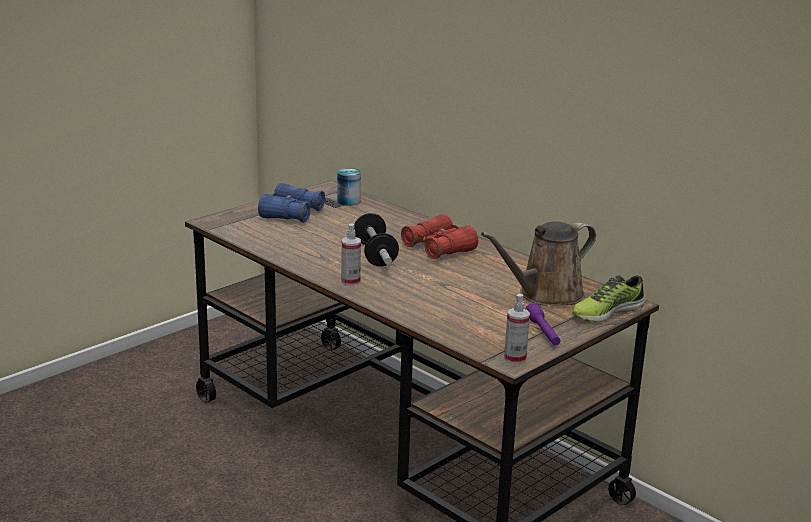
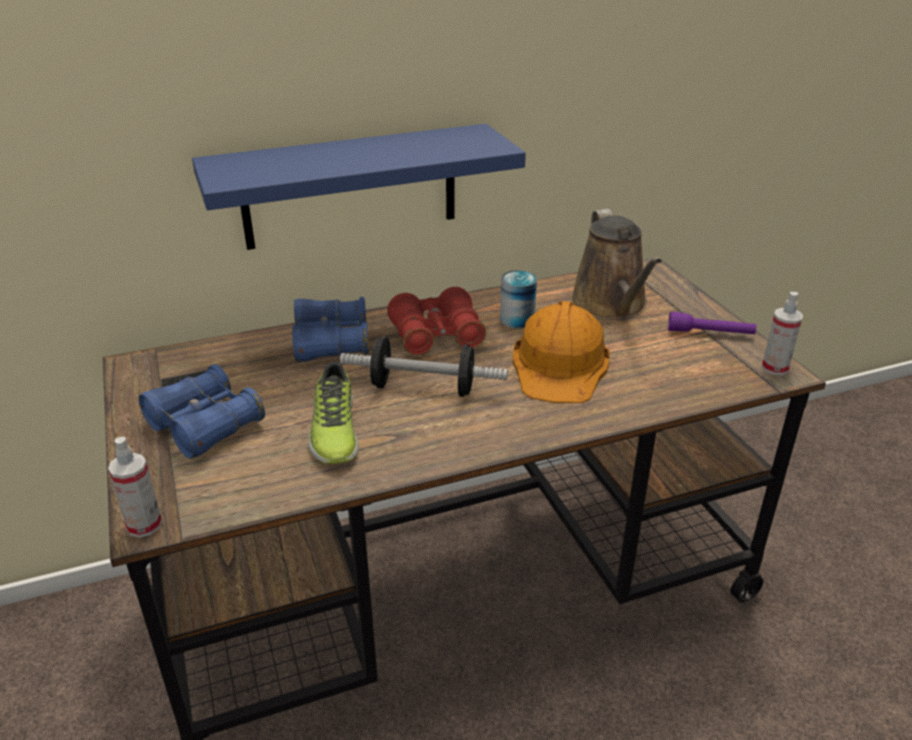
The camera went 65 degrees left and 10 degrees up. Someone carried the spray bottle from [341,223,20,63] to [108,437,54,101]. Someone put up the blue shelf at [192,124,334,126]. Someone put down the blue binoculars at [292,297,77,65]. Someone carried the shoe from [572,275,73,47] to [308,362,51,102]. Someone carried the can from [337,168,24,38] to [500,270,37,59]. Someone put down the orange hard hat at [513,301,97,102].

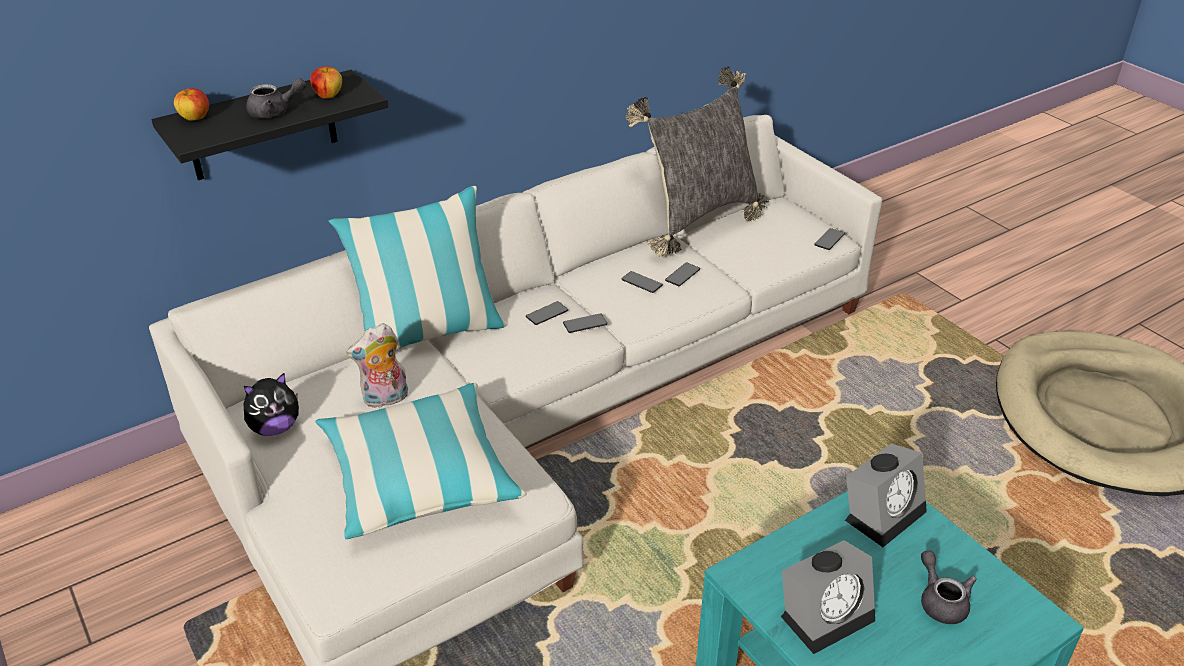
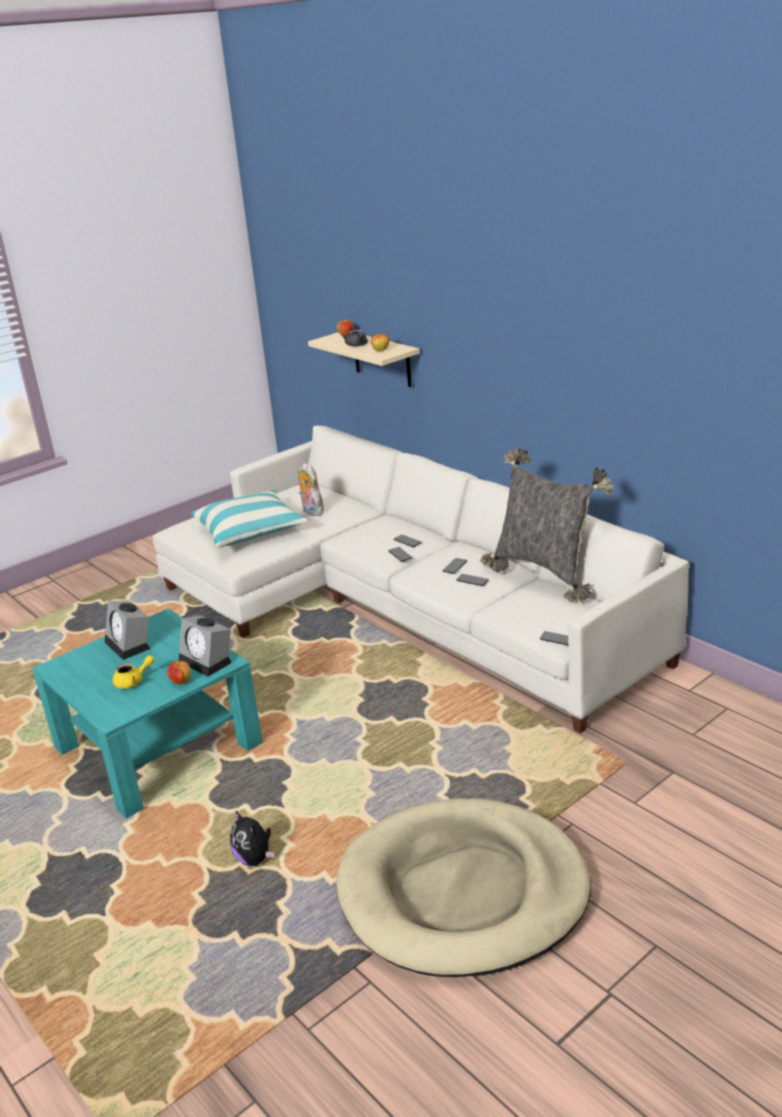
The camera went 85 degrees right and 10 degrees down. Someone repainted the grey teapot at [921,550,56,74], which became the yellow teapot at [113,655,42,34]. Someone put down the apple at [167,661,24,24]. Someone carried the plush toy from [243,373,56,63] to [230,810,44,56]. Someone repainted the black shelf at [152,70,236,110], which became the beige shelf at [308,332,112,55]. Someone took away the pillow at [328,186,179,164].

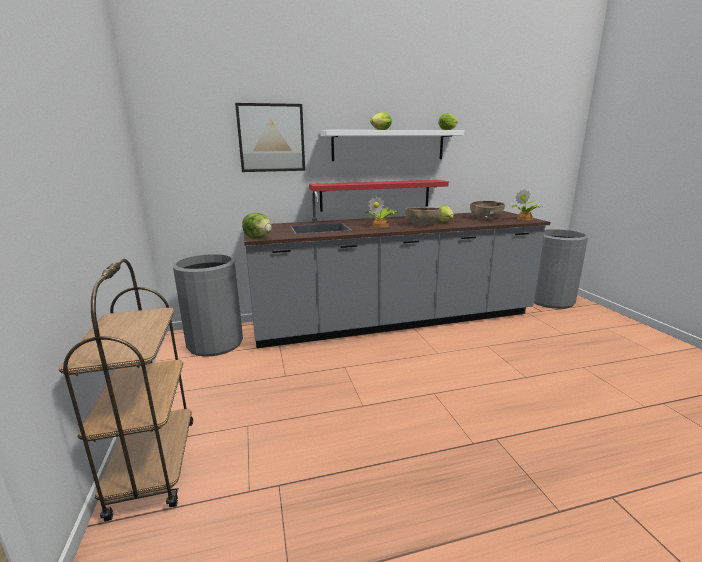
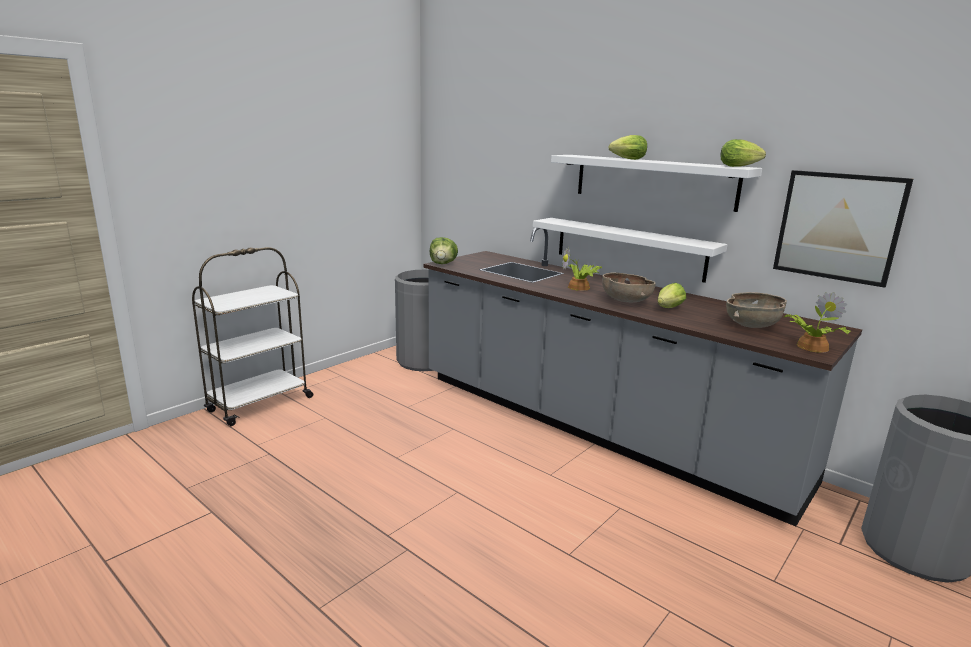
The camera went 55 degrees right and 0 degrees up. Someone repainted the brown cart at [59,259,134,263], which became the white cart at [192,247,121,179]. Someone repainted the red shelf at [309,180,140,32], which became the white shelf at [533,218,195,65]. Someone carried the picture from [235,103,70,69] to [773,170,140,118].

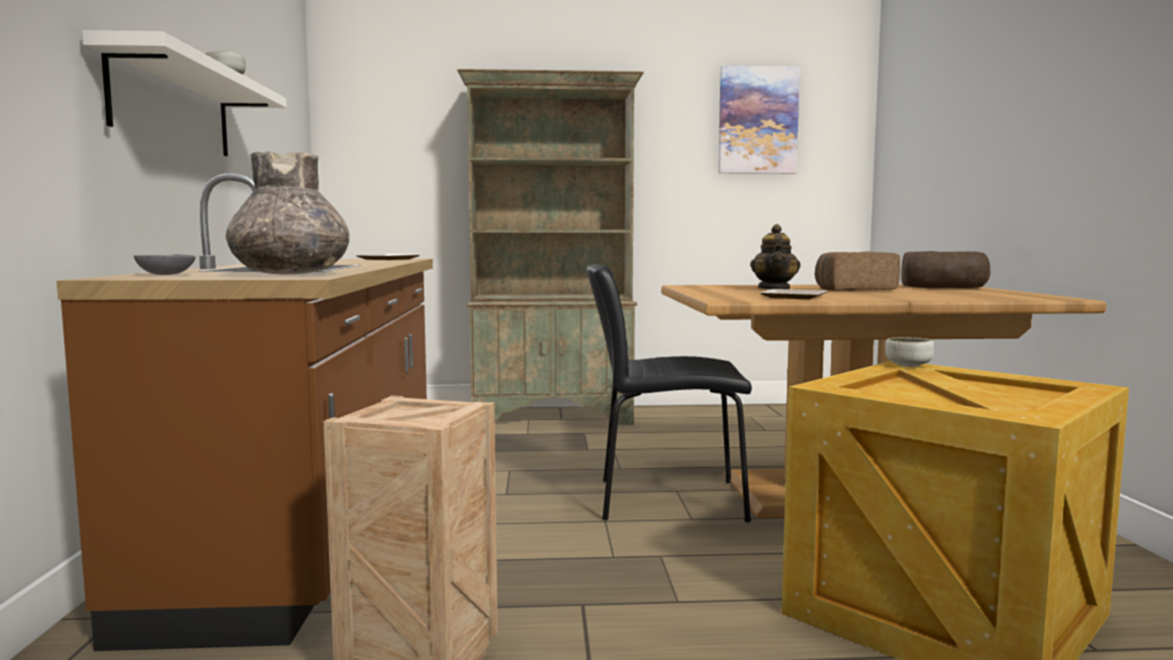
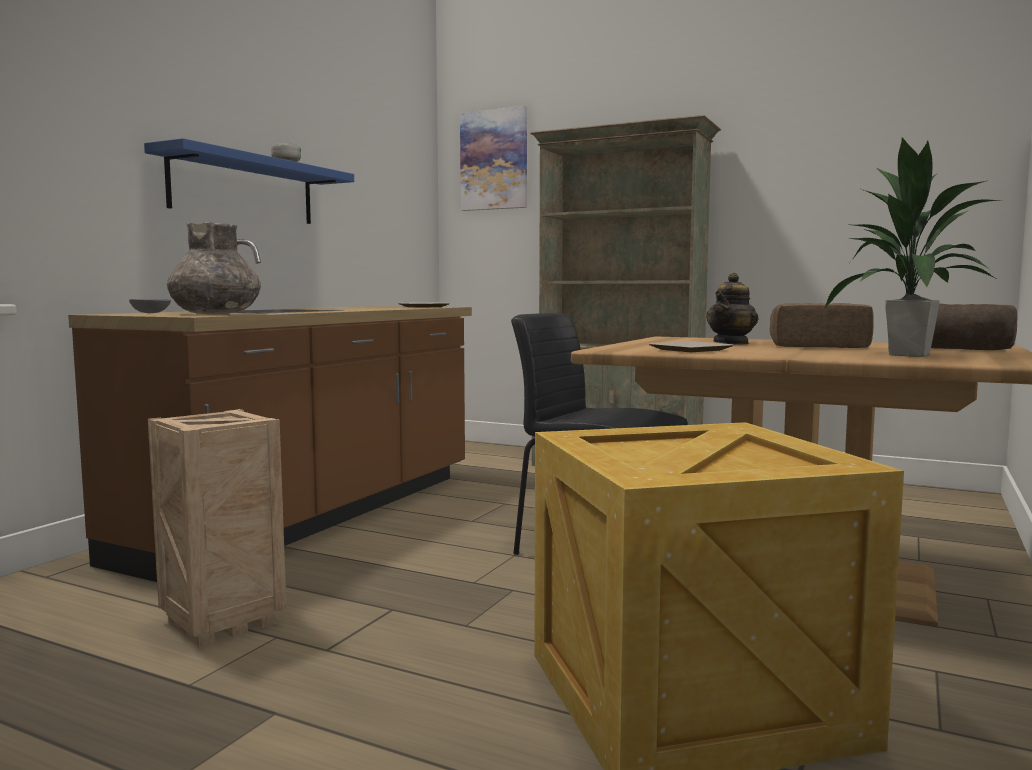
The camera went 30 degrees right and 0 degrees up. Someone repainted the white shelf at [82,30,205,126], which became the blue shelf at [144,138,210,86]. Someone carried the picture from [718,66,82,108] to [460,106,67,105]. Someone put down the potted plant at [823,137,176,220]. Someone took away the bowl at [885,337,49,30].

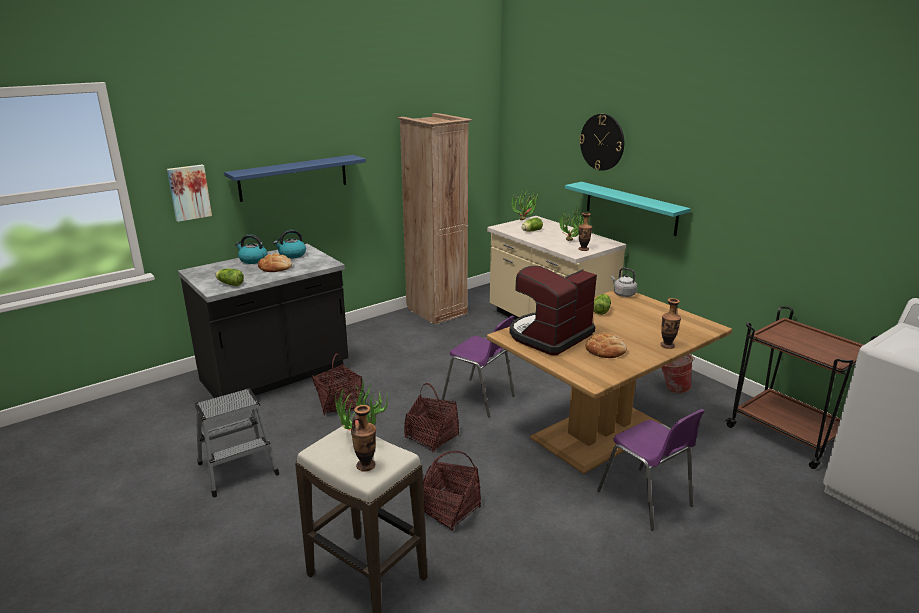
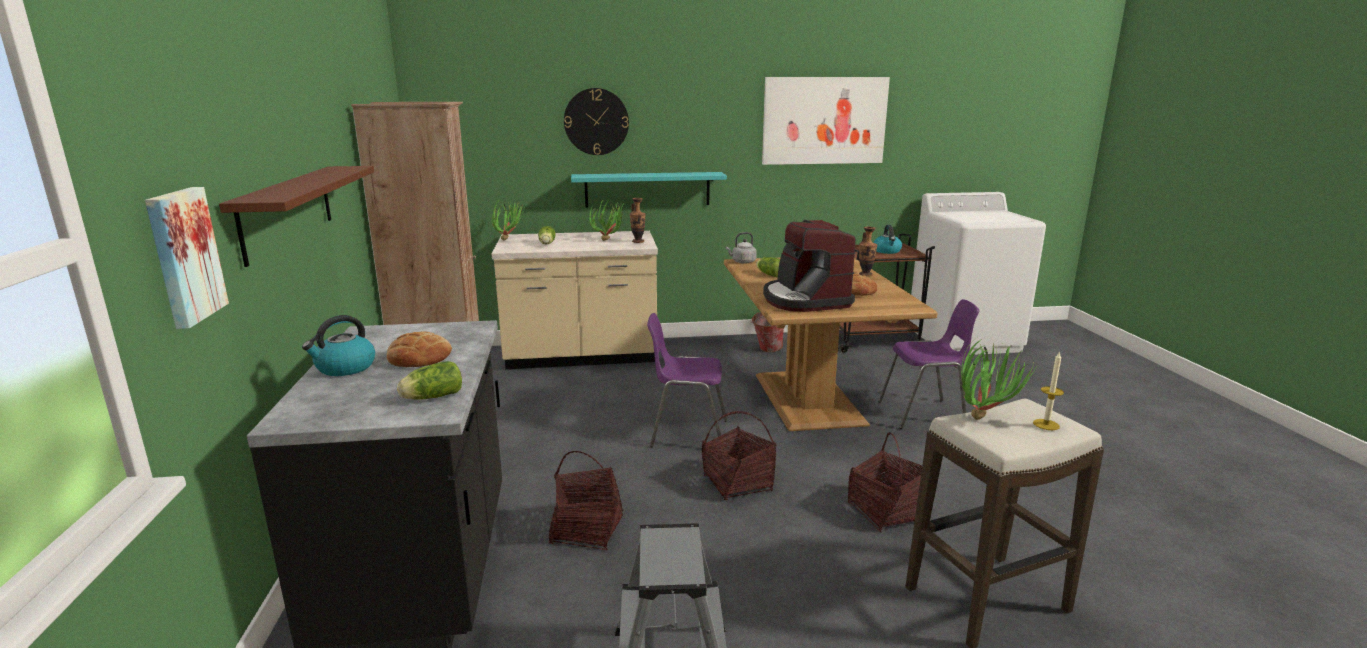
The camera went 60 degrees left and 5 degrees down. Someone repainted the blue shelf at [224,155,142,47], which became the brown shelf at [219,166,155,101]. Someone rotated the purple chair at [442,315,73,102] by 150 degrees counterclockwise. Someone put up the picture at [762,77,128,88]. Someone carried the kettle from [273,230,33,29] to [874,225,28,29]. Someone swapped the vase at [351,405,25,67] for the candle at [1033,351,31,79].

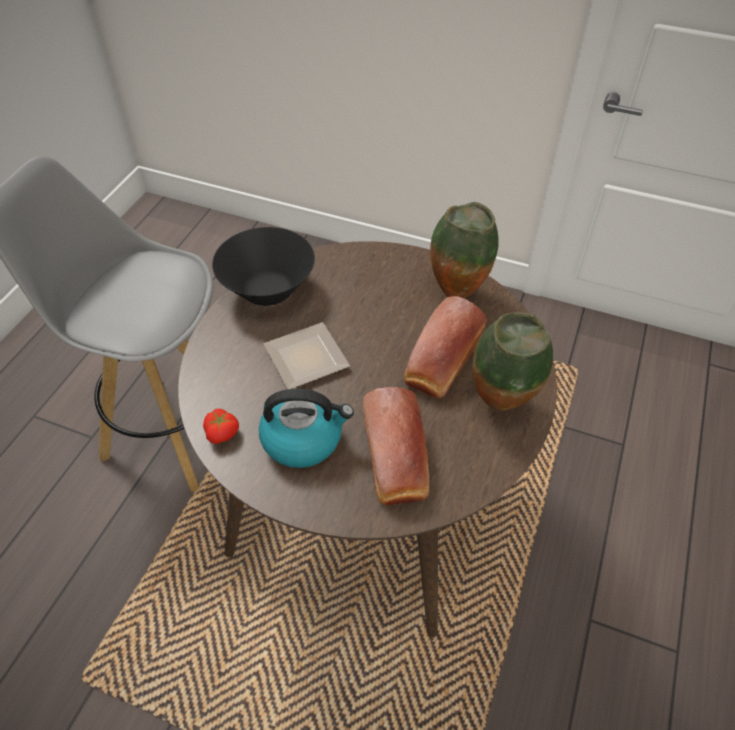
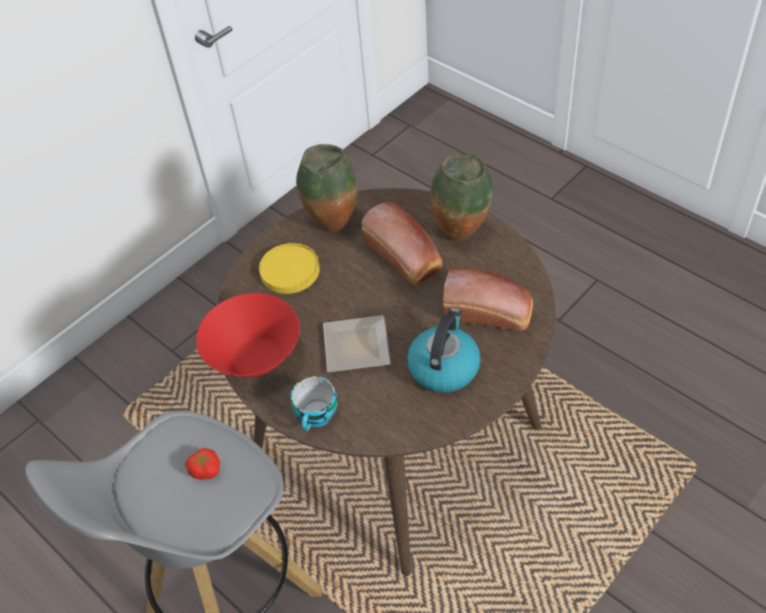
The camera went 65 degrees left and 0 degrees up. Someone carried the tomato from [203,409,36,35] to [185,448,35,32]. Someone repainted the black bowl at [212,227,103,79], which became the red bowl at [196,293,104,85]. Someone put down the yellow plate at [259,243,61,51]. Someone put down the cup at [291,376,47,55].

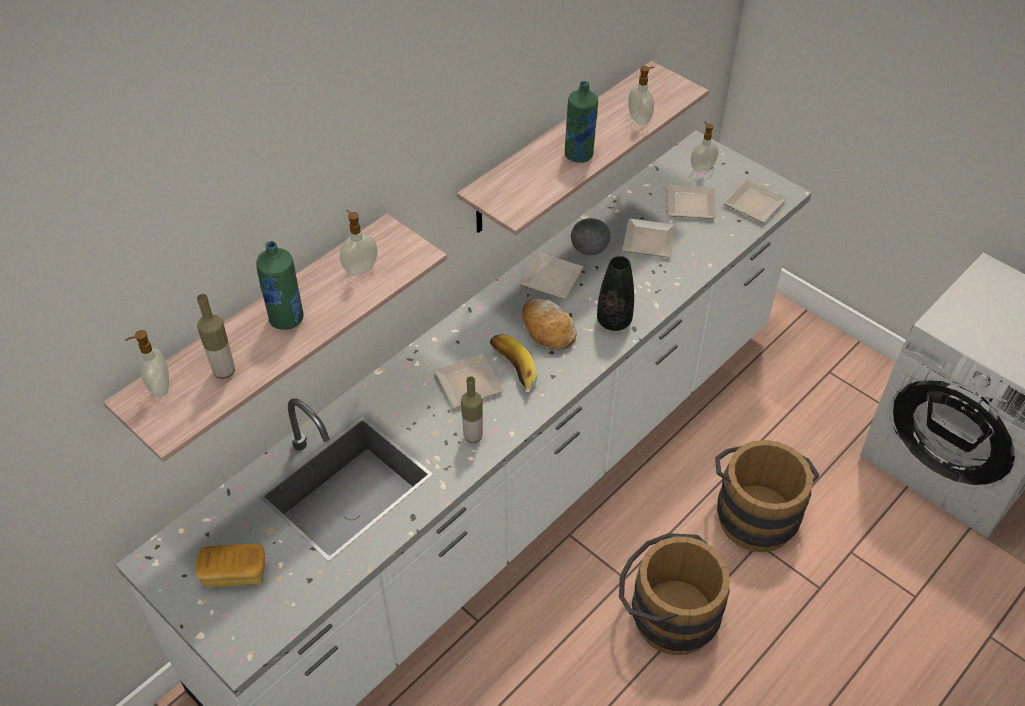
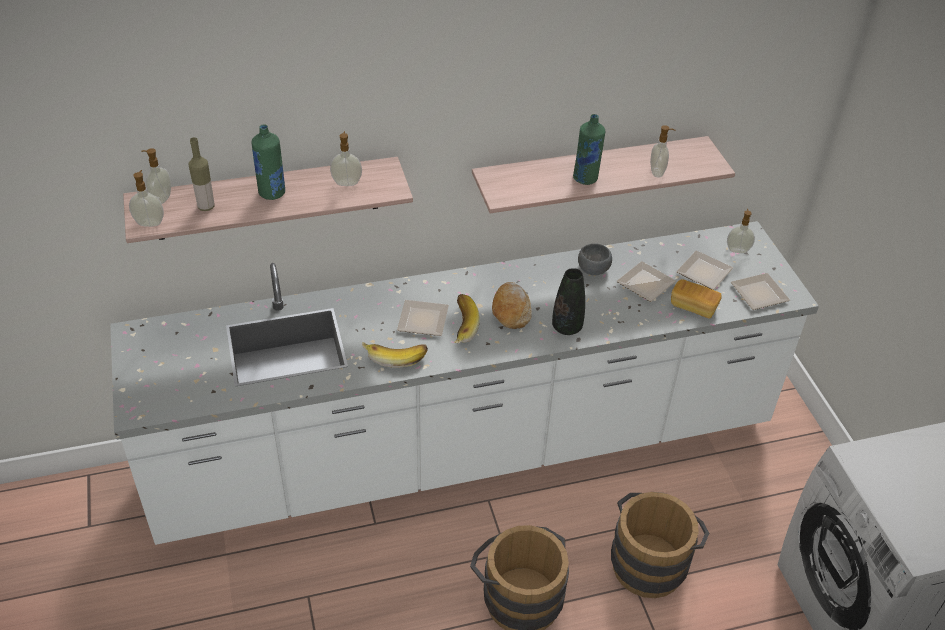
The camera went 30 degrees right and 5 degrees down. Someone put down the soap dispenser at [129,170,35,57]. Someone swapped the bottle at [461,376,22,67] for the banana at [362,342,66,25]. Someone carried the bread from [196,544,69,43] to [671,279,51,40]. Someone took away the plate at [519,253,64,46].

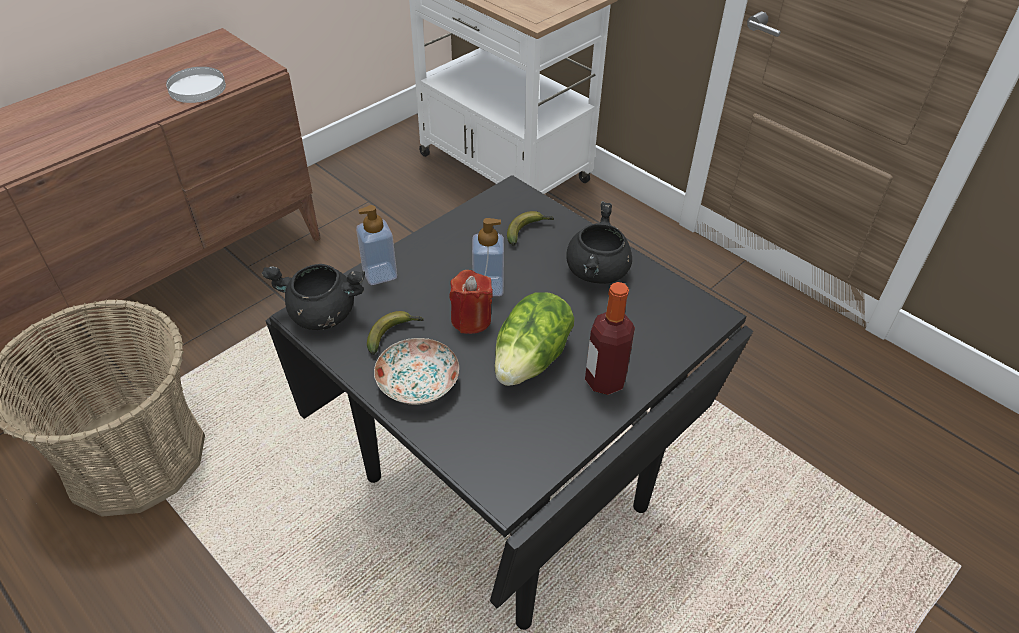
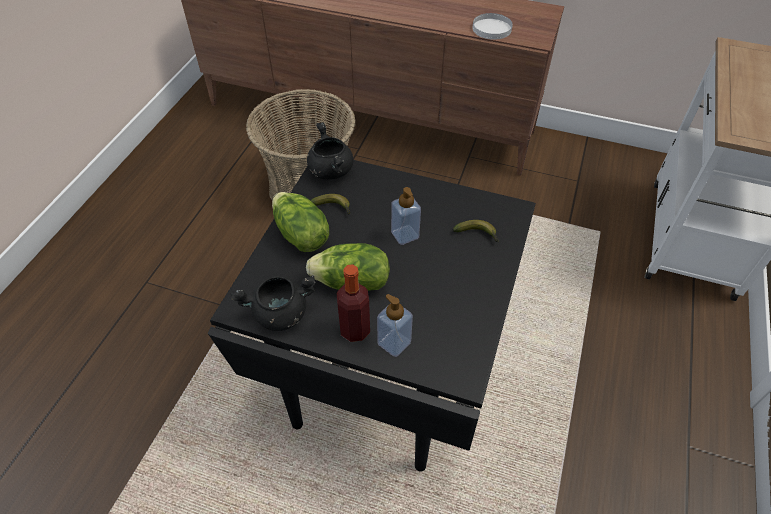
The camera went 65 degrees right and 5 degrees up. Someone carried the black cooking pot from [566,201,66,83] to [231,275,84,56]. Someone swapped the plate at [374,338,85,67] for the lettuce at [272,192,57,60]. Someone carried the soap dispenser from [356,205,41,80] to [377,294,36,63]. Someone took away the red candle at [449,270,44,64].

